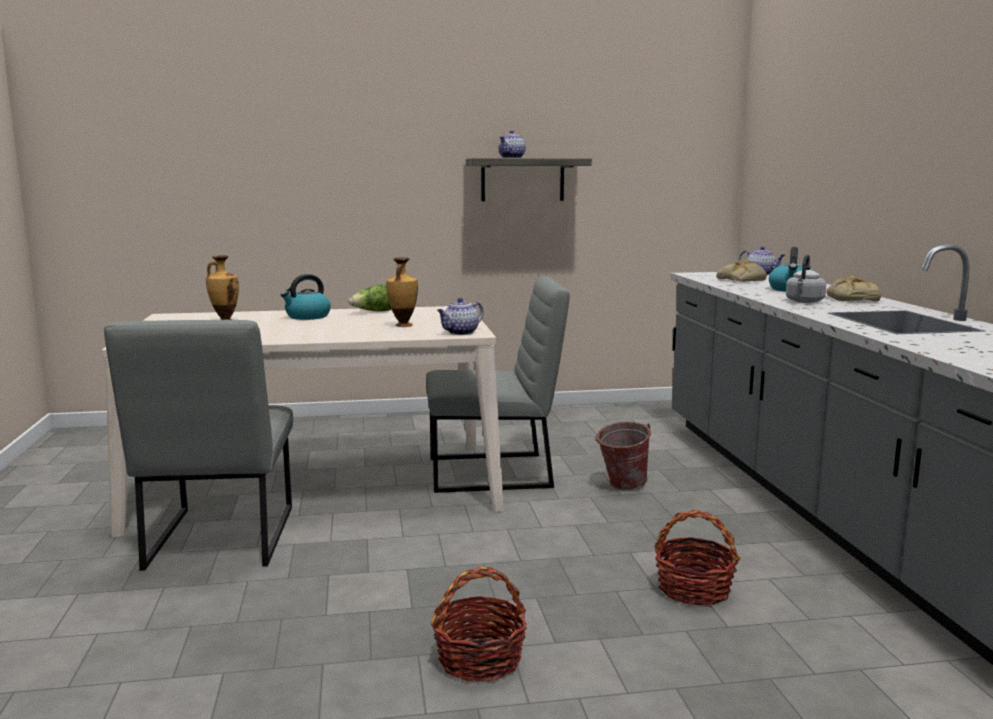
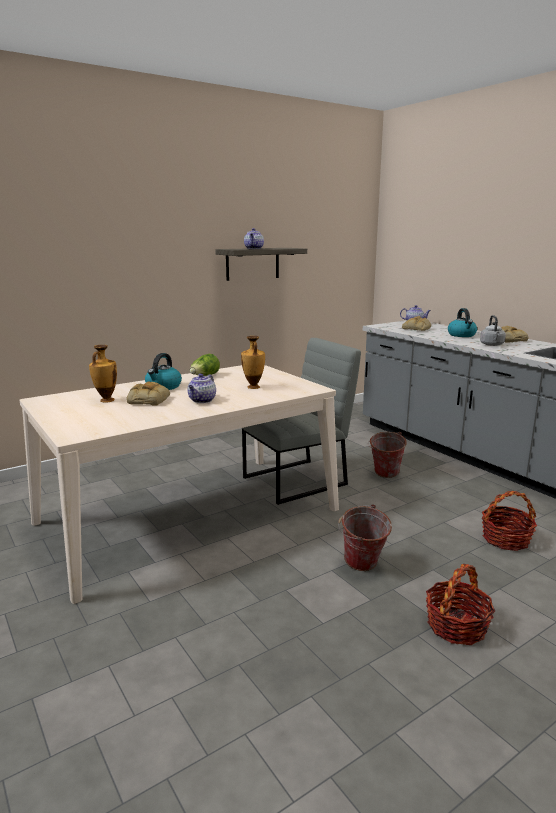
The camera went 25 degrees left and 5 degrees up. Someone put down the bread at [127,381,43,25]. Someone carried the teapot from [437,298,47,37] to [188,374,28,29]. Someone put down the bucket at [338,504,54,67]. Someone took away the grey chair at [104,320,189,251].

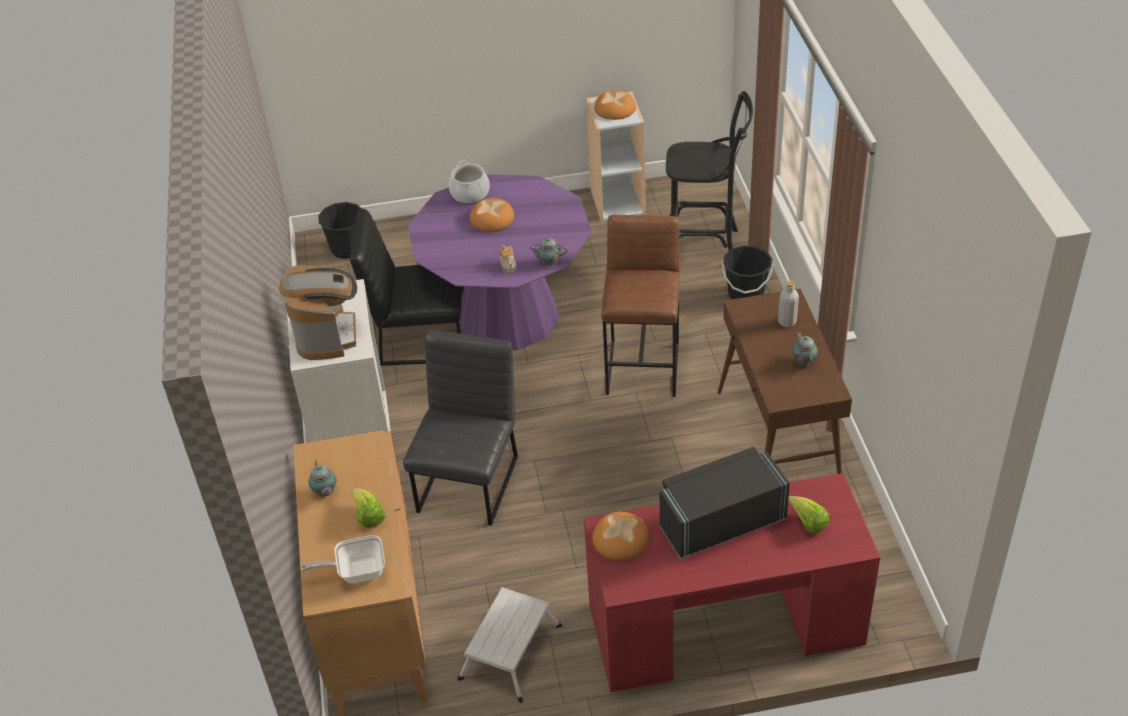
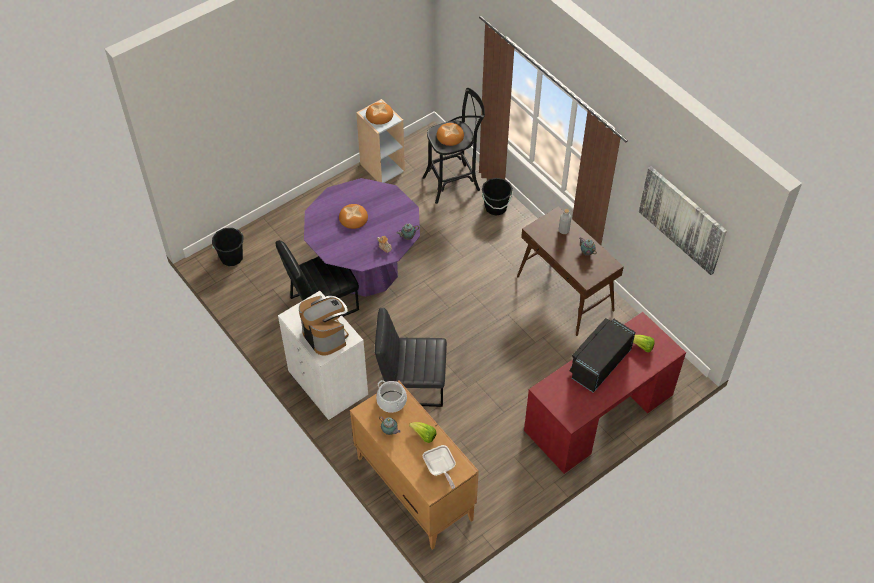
The camera went 30 degrees left and 10 degrees up. Someone rotated the grey chair at [403,330,115,196] by 75 degrees counterclockwise. Someone carried the cooking pot from [449,160,41,44] to [376,380,31,33]. Someone rotated the frying pan at [301,535,84,48] by 75 degrees counterclockwise. Someone carried the bread from [592,512,57,49] to [437,123,27,23]. Someone put up the picture at [639,166,88,109]. Someone took away the white step ladder at [457,587,105,116]. Someone took away the brown stool at [601,215,80,182].

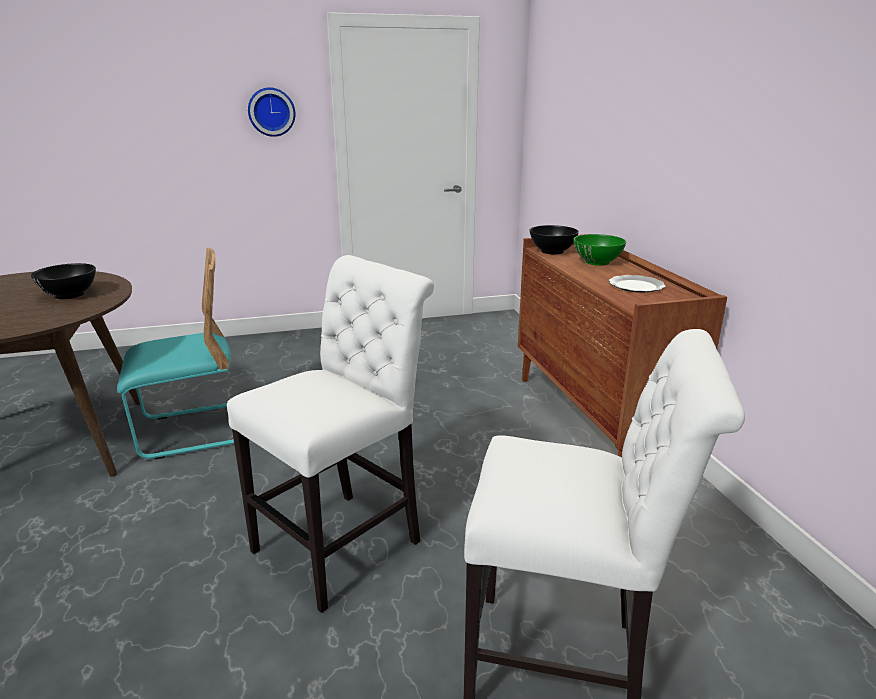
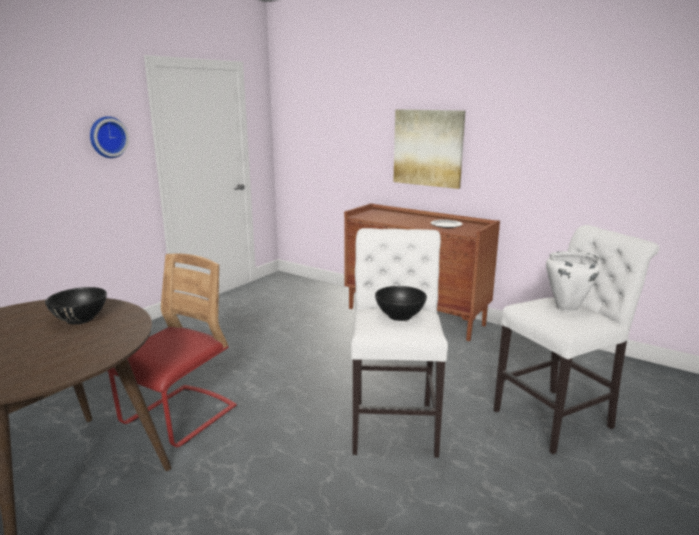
The camera went 40 degrees left and 5 degrees down. Someone repainted the turquoise chair at [117,248,117,212], which became the red chair at [107,253,130,194]. Someone carried the black bowl from [530,225,49,29] to [375,286,52,35]. Someone put up the picture at [393,109,72,80]. Someone put down the white cooking pot at [546,251,55,60]. Someone took away the green bowl at [573,234,53,32].

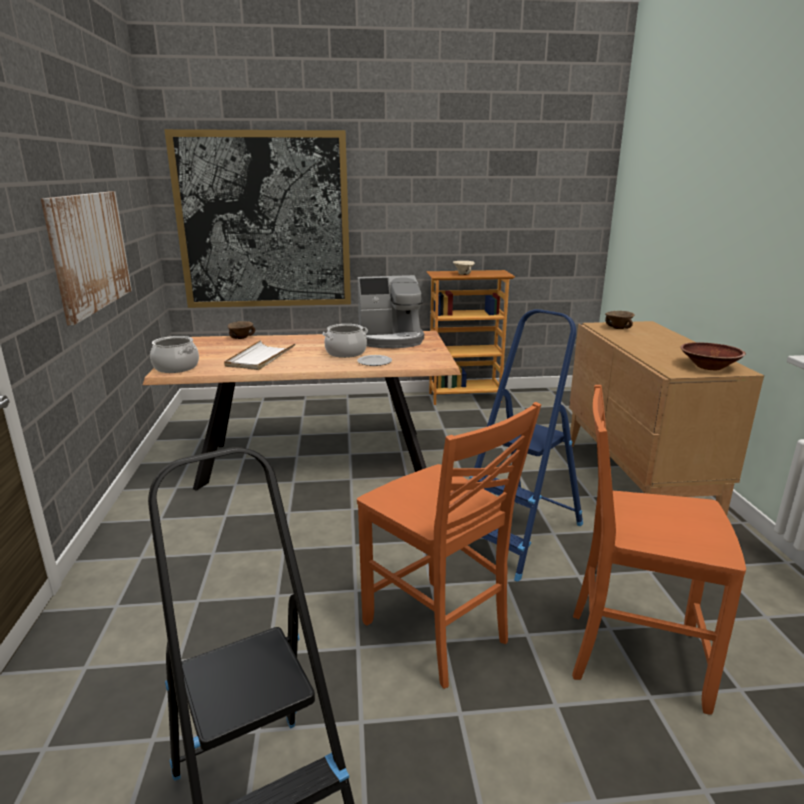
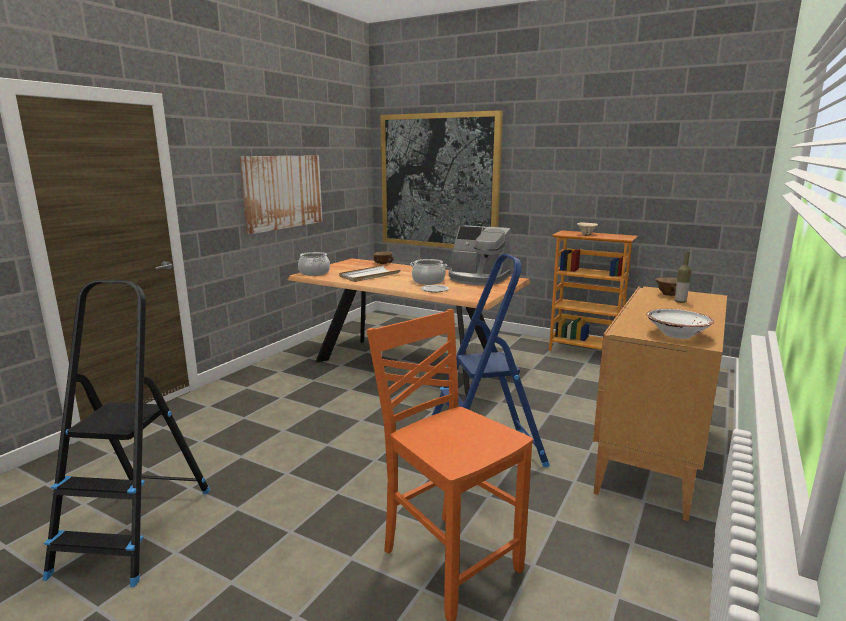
The camera went 35 degrees right and 5 degrees down. Someone repainted the brown bowl at [680,342,66,28], which became the white bowl at [646,309,68,30]. Someone put down the bottle at [675,252,16,51]. Someone took away the orange chair at [357,402,184,287].

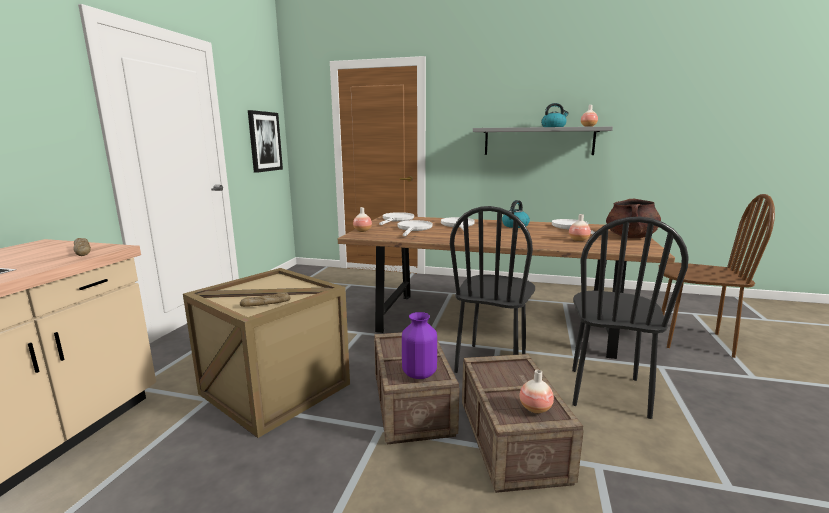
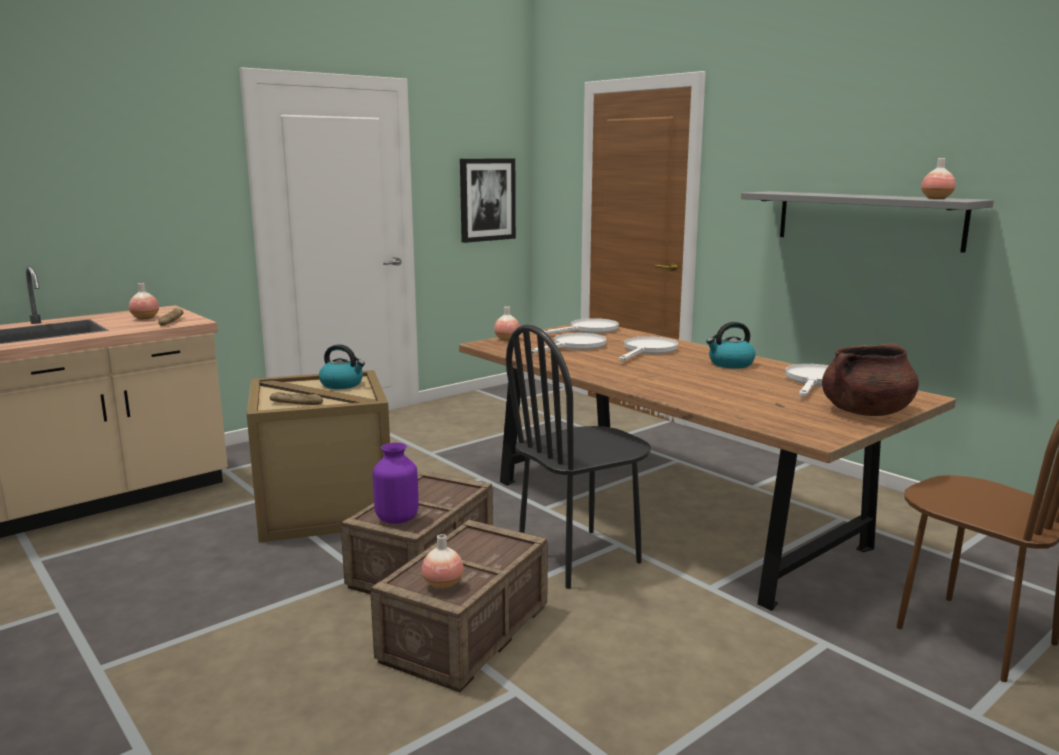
The camera went 35 degrees right and 0 degrees up. Someone carried the vase from [569,214,22,27] to [129,283,30,36]. Someone carried the kettle from [541,103,28,24] to [319,344,46,45]. Someone took away the black chair at [572,217,117,202].

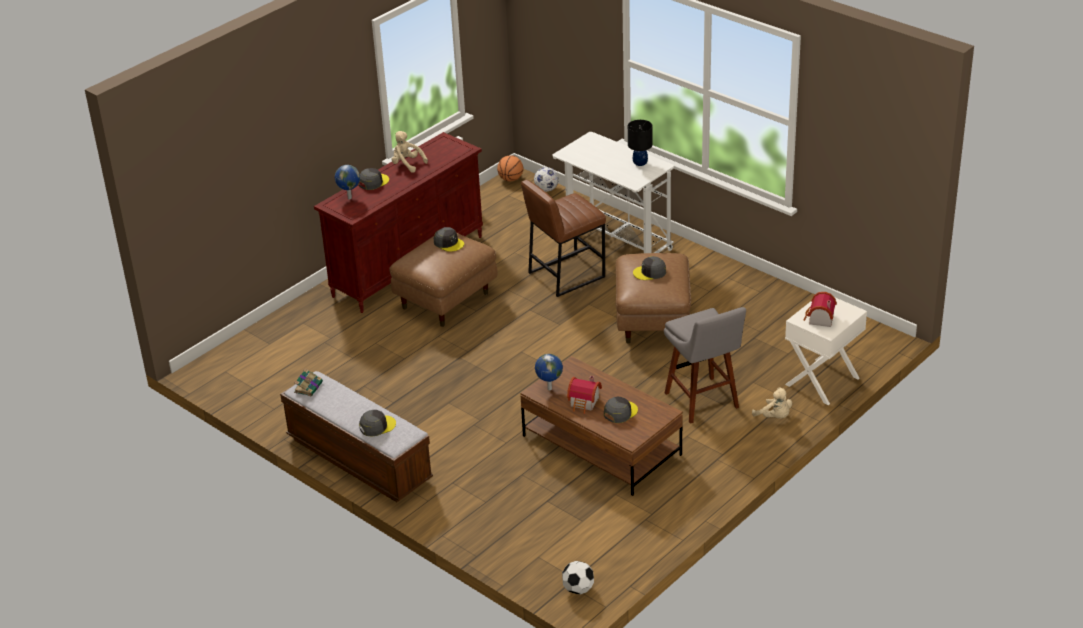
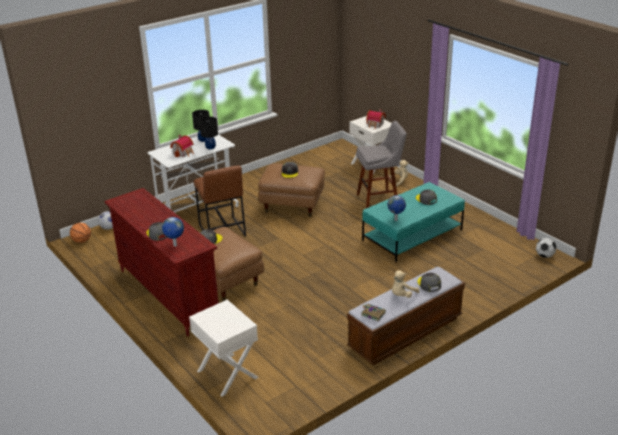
The camera went 80 degrees left and 5 degrees down. Someone carried the toy house from [567,376,35,38] to [170,135,24,22]. Someone put down the white nightstand at [189,300,70,97]. Someone put down the black table lamp at [199,117,19,33]. Someone repainted the brown coffee table at [520,356,163,140], which became the turquoise coffee table at [362,182,103,80]. Someone carried the beige plush toy from [392,131,36,42] to [392,271,27,27].

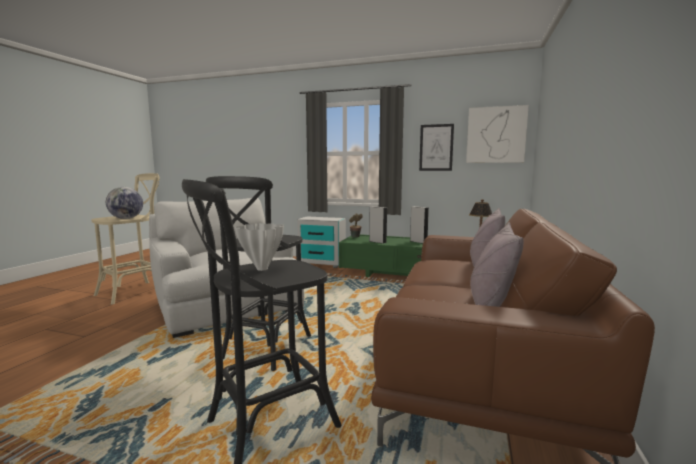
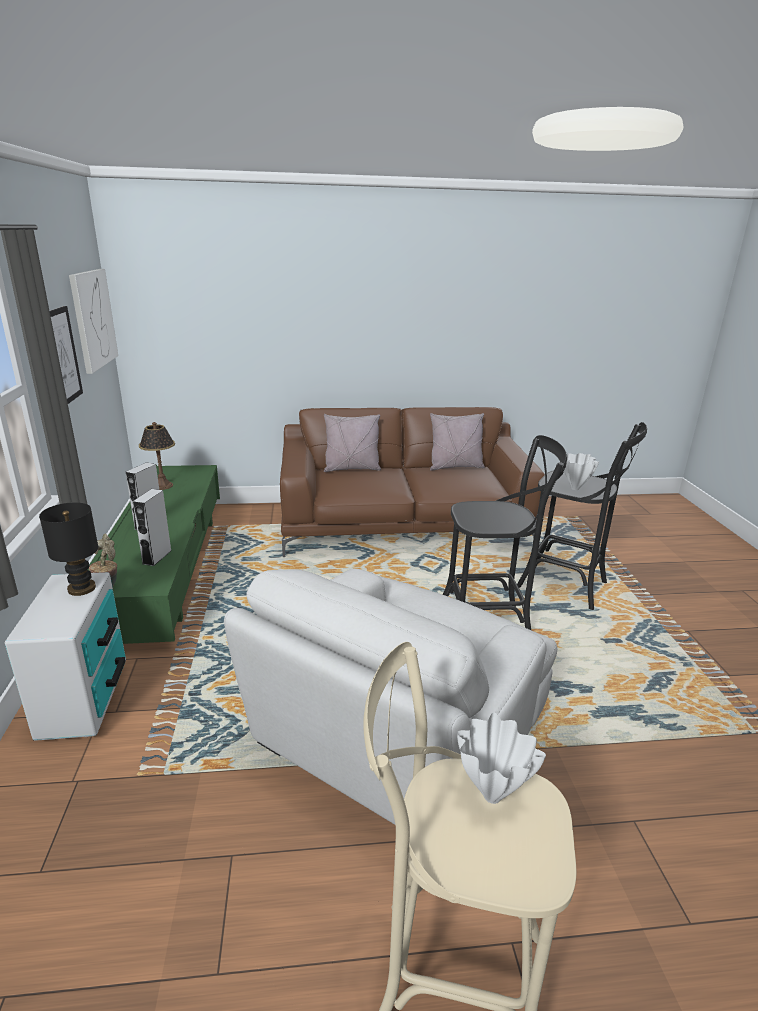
The camera went 115 degrees left and 15 degrees up. Someone put down the black table lamp at [39,502,59,94]. Someone swapped the globe at [106,187,37,32] for the white vase at [457,713,89,91].

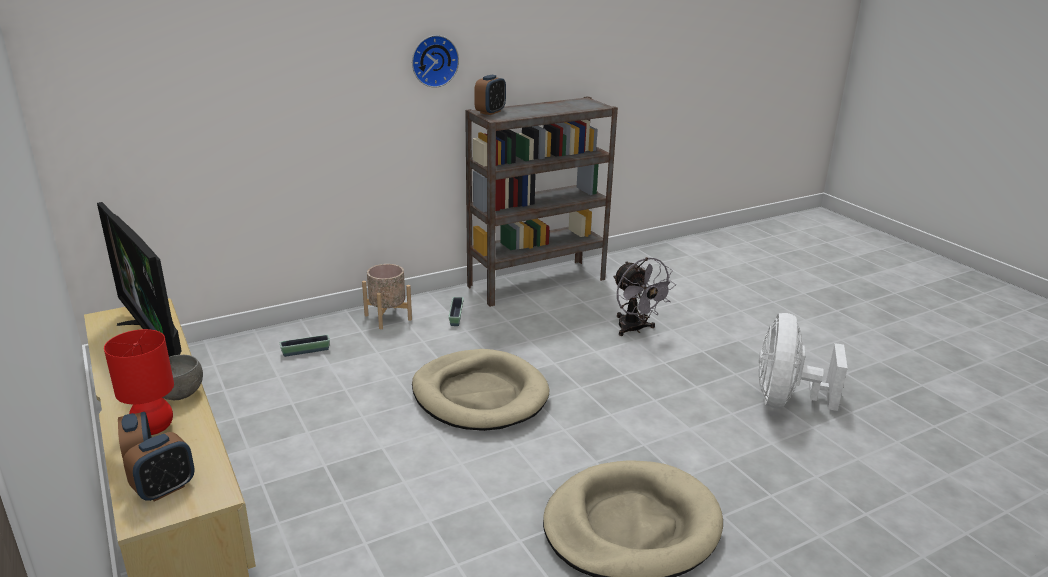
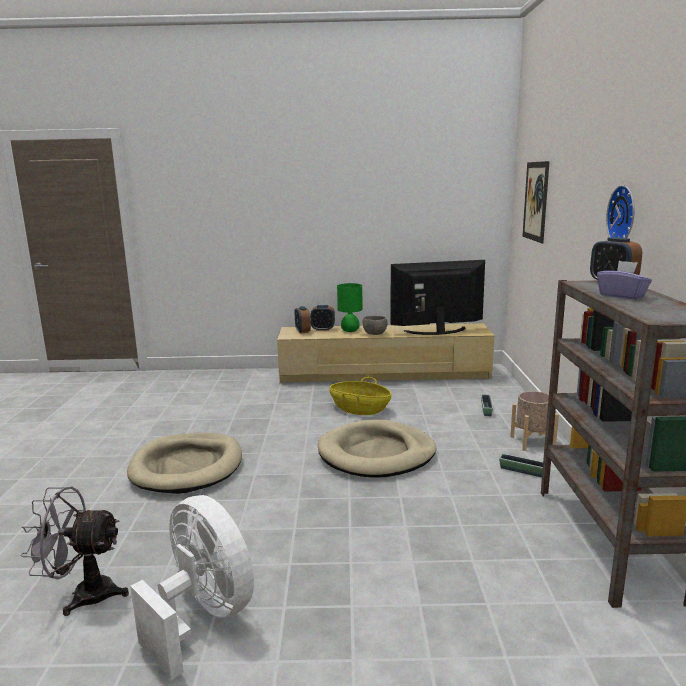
The camera went 120 degrees right and 10 degrees down. Someone carried the grey fan from [613,257,63,79] to [20,487,109,129]. Someone put down the basket at [330,377,61,38]. Someone repainted the red table lamp at [104,329,70,106], which became the green table lamp at [337,283,26,49]. Someone put up the picture at [522,161,28,82]. Someone put down the purple tissue box at [597,261,55,39].

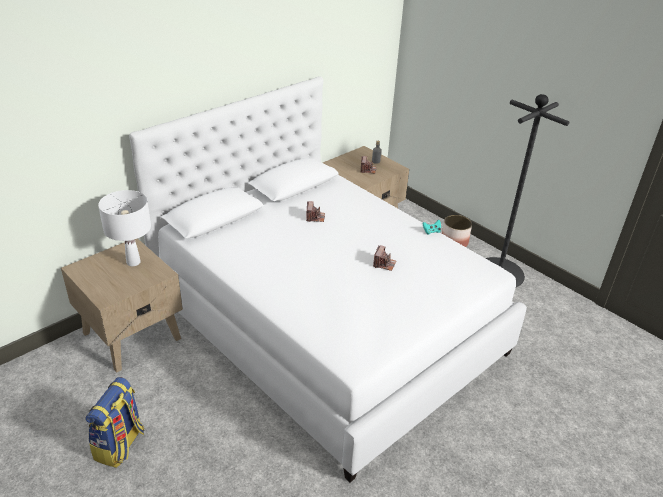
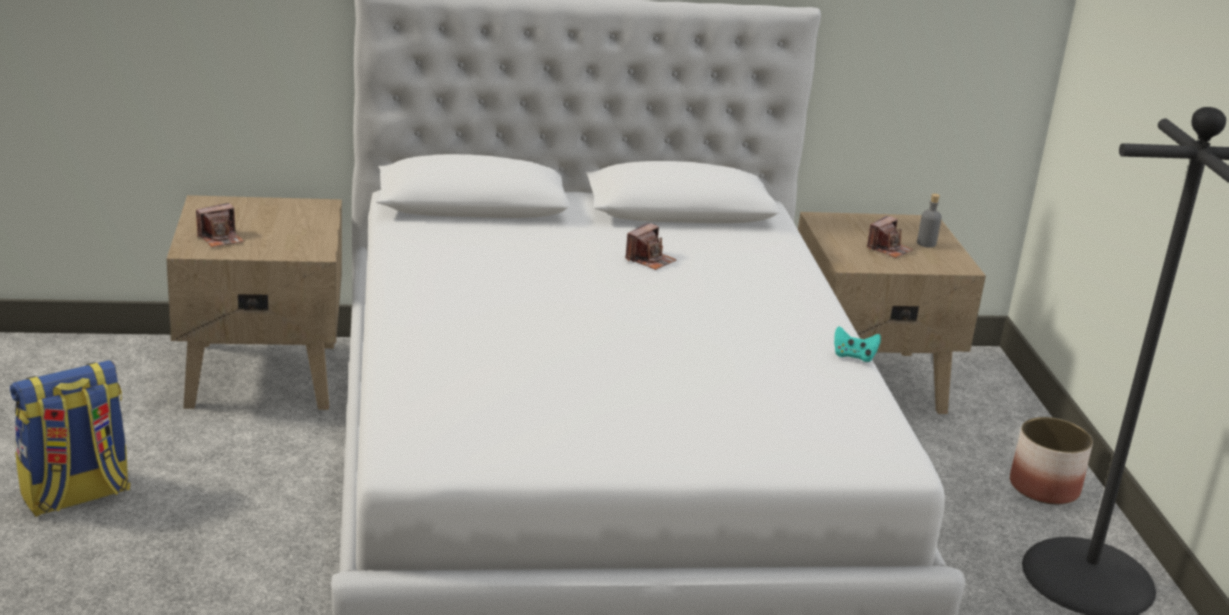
The camera went 35 degrees right and 10 degrees down. Someone carried the photo camera from [373,245,23,26] to [196,203,48,44]. Someone took away the white table lamp at [98,190,53,76].

